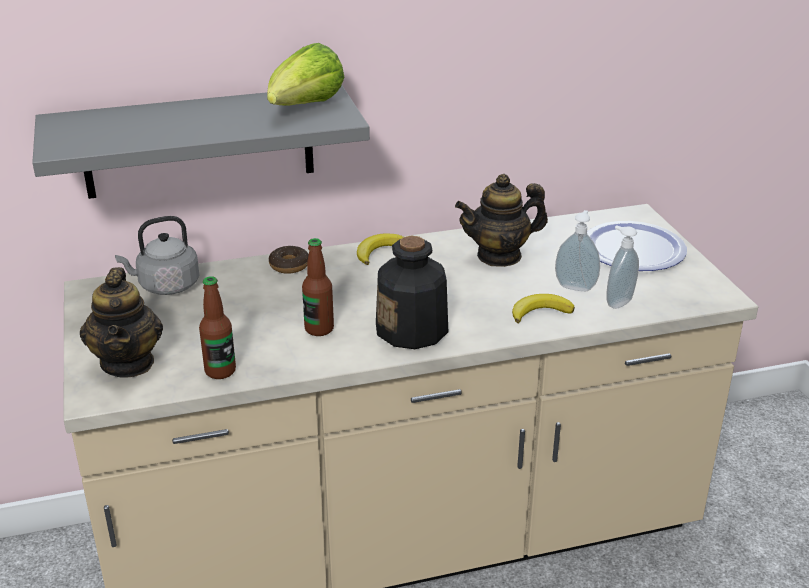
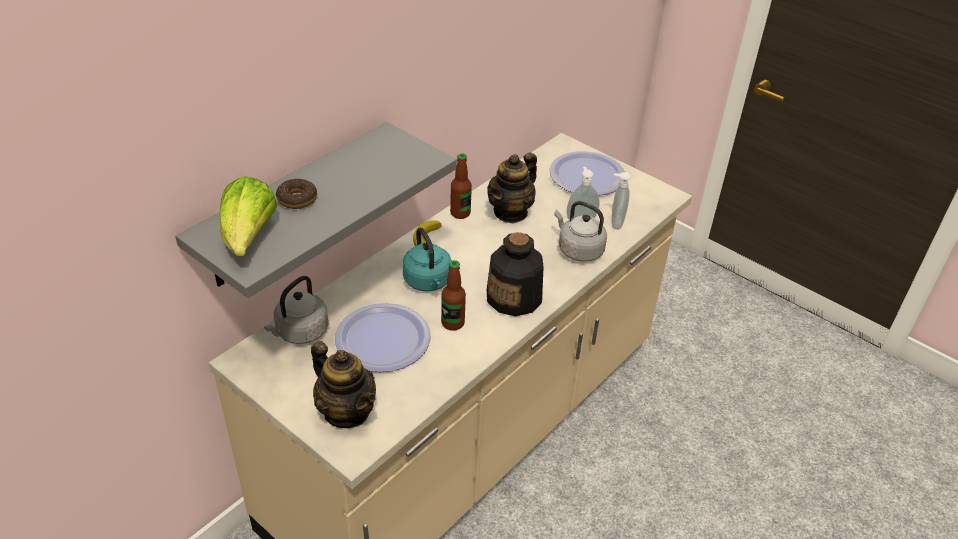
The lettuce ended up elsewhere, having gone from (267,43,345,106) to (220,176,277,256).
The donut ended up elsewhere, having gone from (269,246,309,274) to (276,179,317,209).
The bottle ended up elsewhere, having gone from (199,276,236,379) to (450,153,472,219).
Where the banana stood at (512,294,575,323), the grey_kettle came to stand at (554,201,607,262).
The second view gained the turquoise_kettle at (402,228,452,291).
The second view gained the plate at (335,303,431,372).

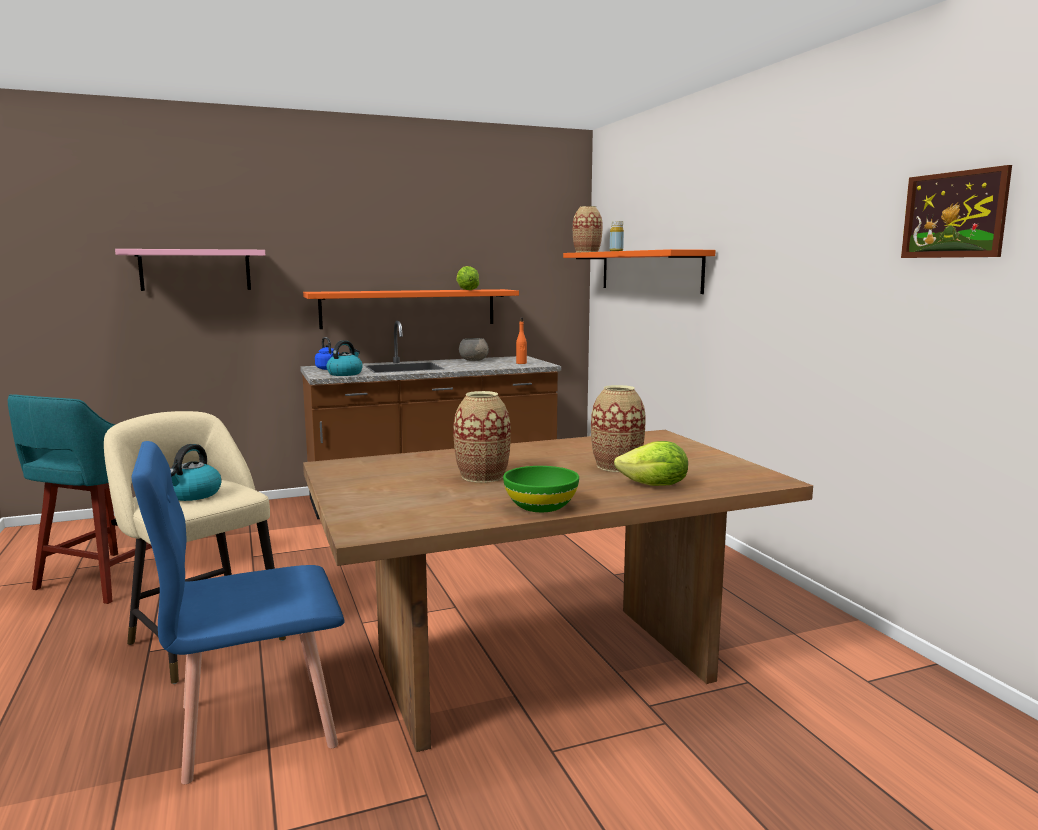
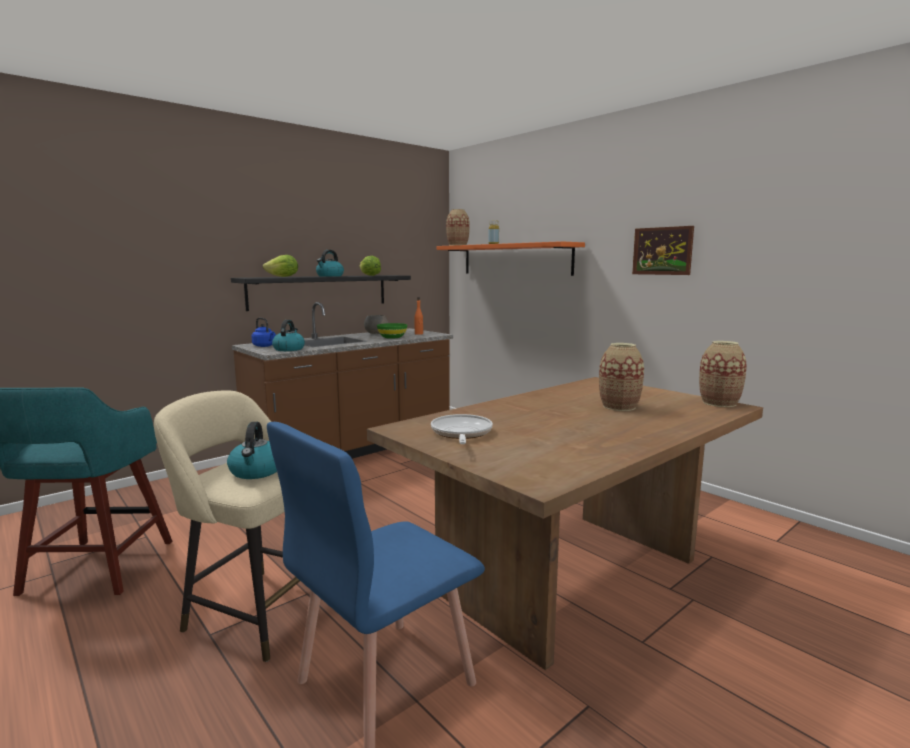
The picture ended up elsewhere, having gone from (901,165,1012,258) to (632,226,694,275).
The second view lost the pink_shelf at (115,249,265,291).
What was the orange_shelf at (303,289,519,329) turned into the black_shelf at (231,275,411,311).
The vase ended up elsewhere, having gone from (454,391,511,483) to (699,341,747,407).
The lettuce ended up elsewhere, having gone from (614,441,688,486) to (263,255,298,277).
The green_bowl ended up elsewhere, having gone from (503,466,579,512) to (377,323,407,339).
The second view gained the kettle at (316,250,344,277).
The second view gained the frying_pan at (431,414,493,444).

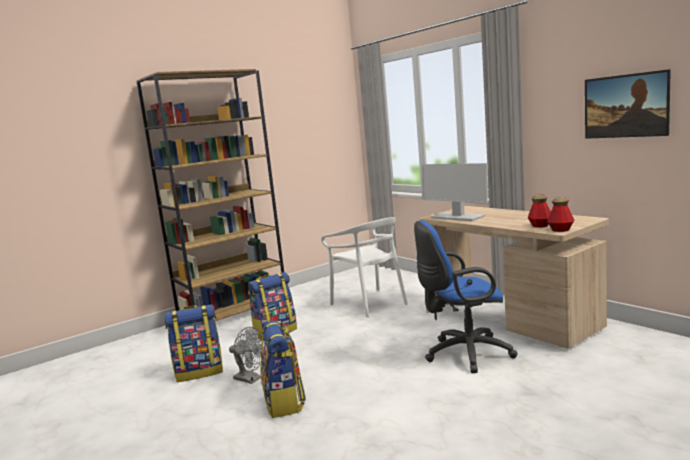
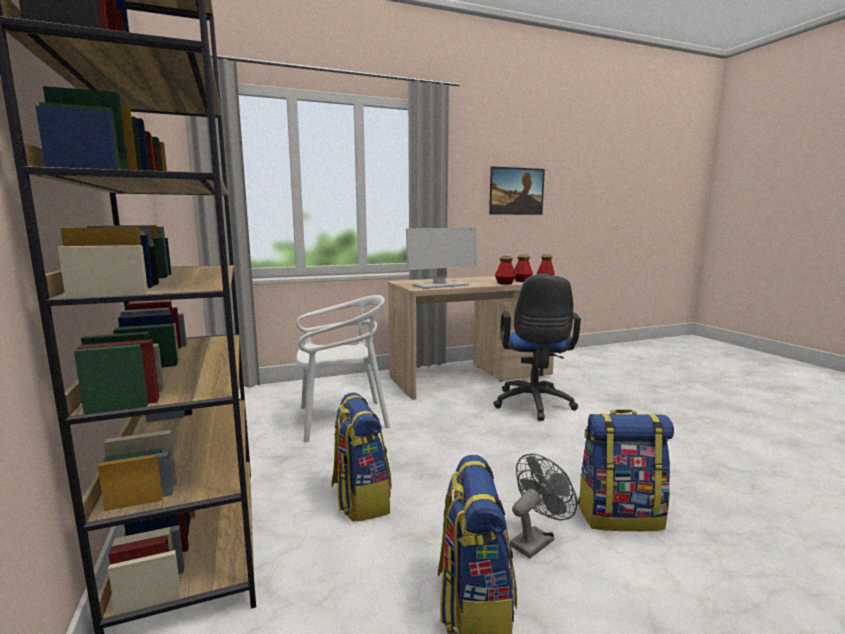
The second view gained the bottle at (495,256,516,285).

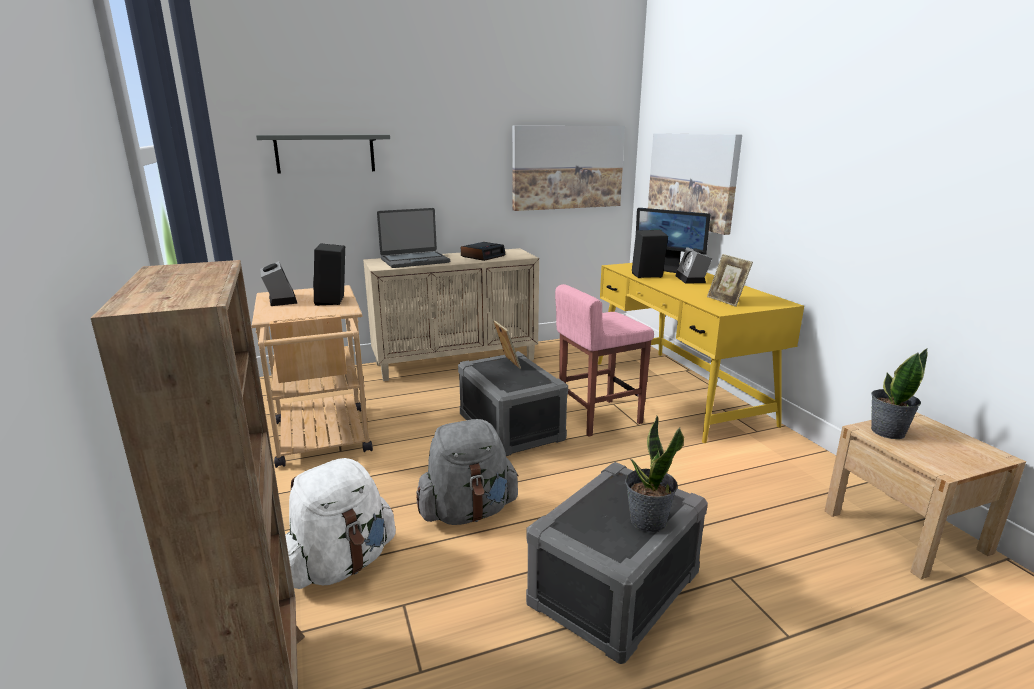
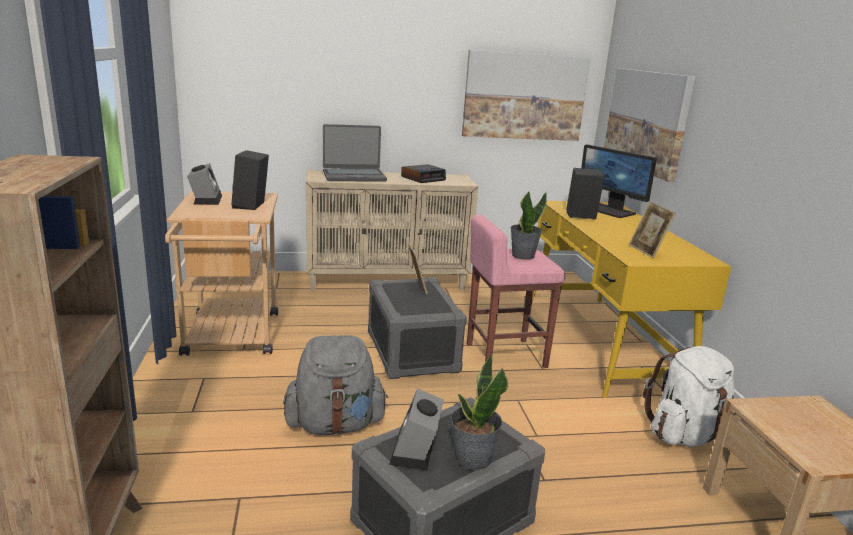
The second view lost the grey_shelf at (256,134,390,174).
The alarm_clock ended up elsewhere, having gone from (675,247,712,284) to (389,388,444,470).
The potted_plant ended up elsewhere, having gone from (871,349,928,439) to (510,192,547,260).
The white_backpack ended up elsewhere, having gone from (285,458,396,589) to (643,346,735,447).

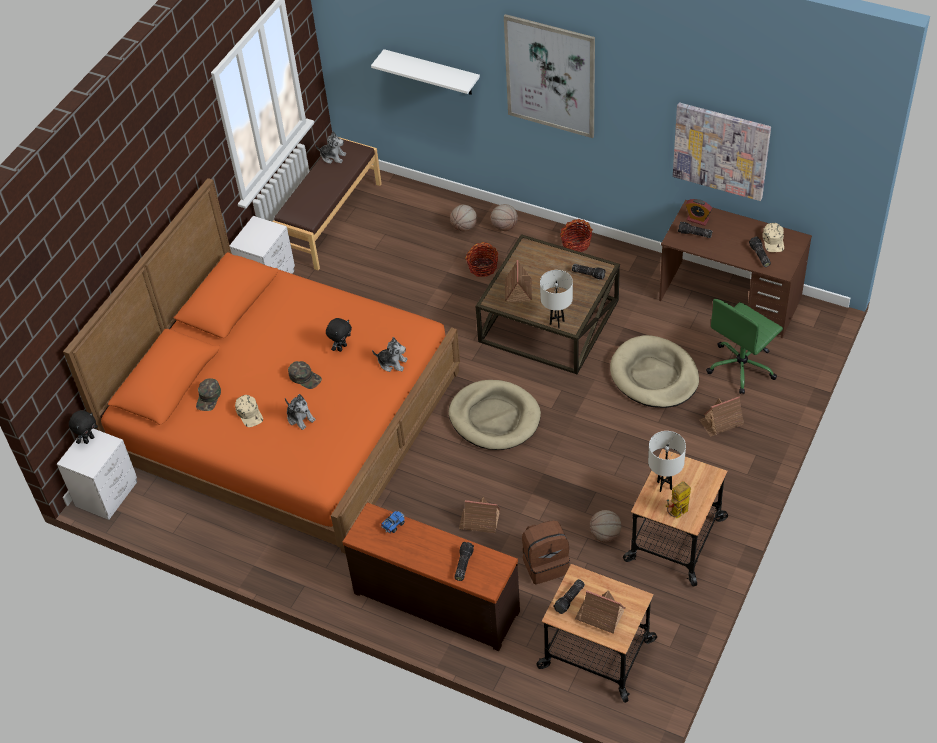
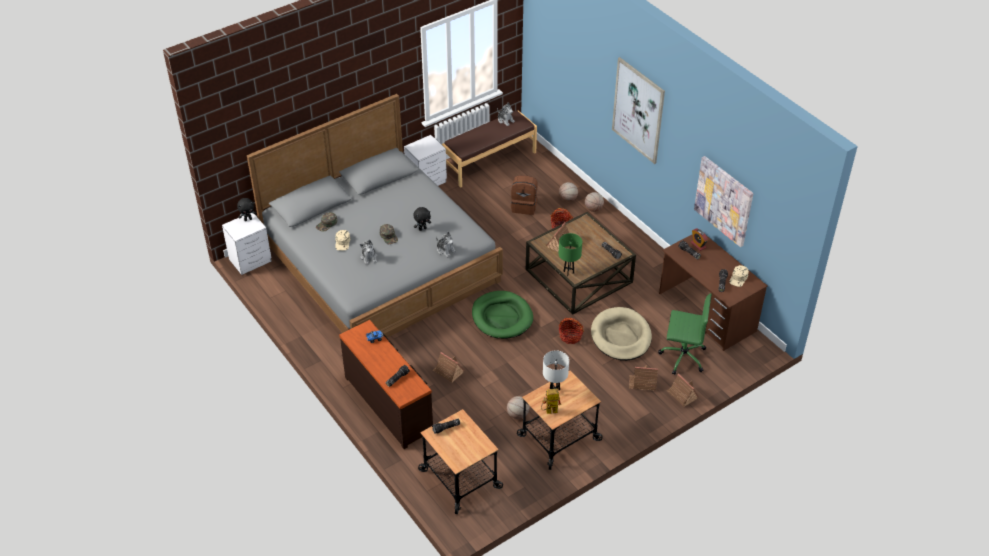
The second view lost the white_shelf at (371,49,480,95).
What was the orange_bed at (63,178,460,554) turned into the grey_bed at (247,94,503,338).
The basket ended up elsewhere, having gone from (560,219,593,252) to (559,318,584,344).
What was the white_table_lamp at (540,270,573,328) turned into the green_table_lamp at (559,233,582,276).
The green_office_chair at (706,299,783,394) ended up facing another way, 150 degrees counterclockwise from before.
What was the beige_dog_bed at (449,380,541,450) turned into the green_dog_bed at (472,291,533,339).
The brown_backpack ended up elsewhere, having gone from (522,521,570,584) to (511,175,538,215).
The toy_house ended up elsewhere, having gone from (575,590,625,634) to (666,374,699,407).

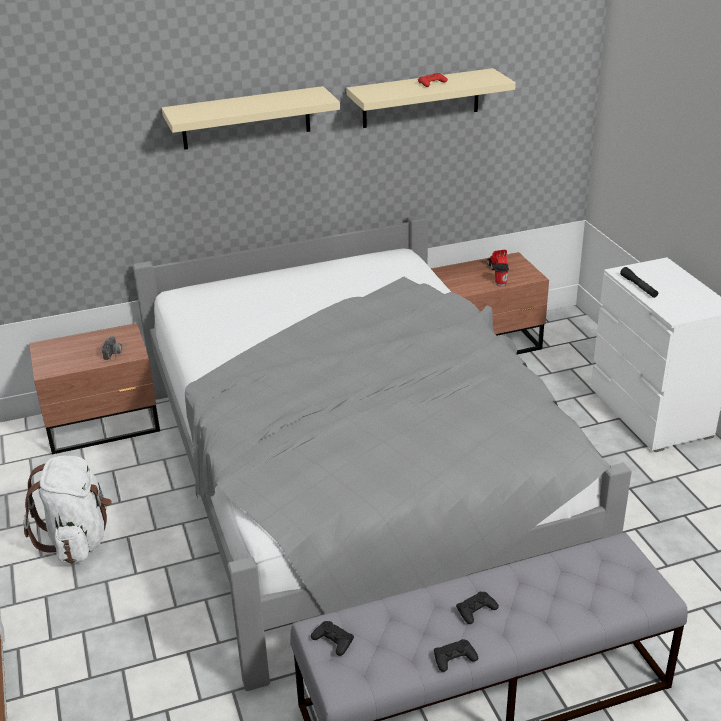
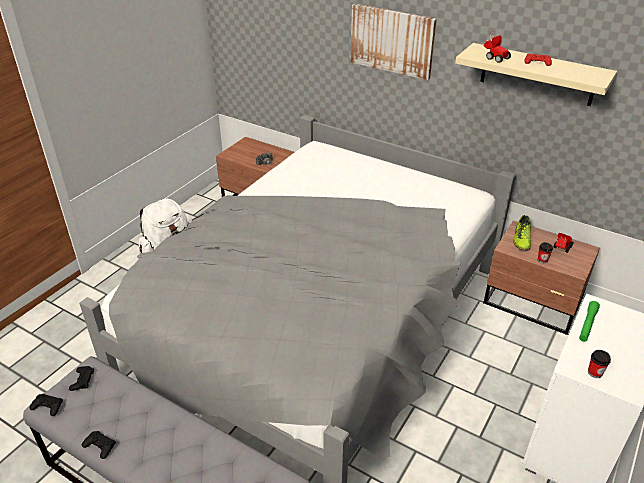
Where the beige_shelf hung at (162,86,340,150), the picture came to hang at (350,4,437,80).
What was the black_flashlight at (620,267,658,298) turned into the green_flashlight at (579,301,600,342).
The black_game_controller ended up elsewhere, having gone from (456,592,499,624) to (29,393,63,416).
The second view gained the toy_car at (484,34,511,63).
The second view gained the shoe at (513,215,531,250).
The second view gained the cup at (588,350,611,378).

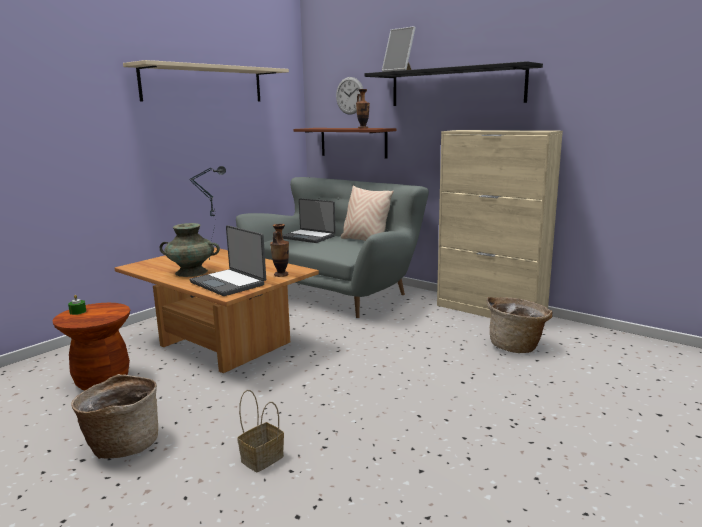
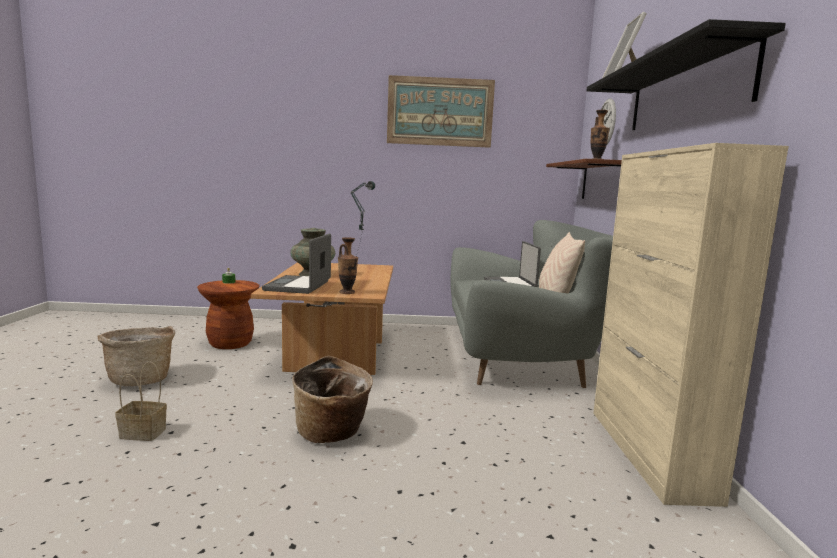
Where the beige_shelf hung at (123,60,289,102), the picture came to hang at (387,75,495,148).
The basket ended up elsewhere, having gone from (486,297,552,353) to (292,356,373,443).

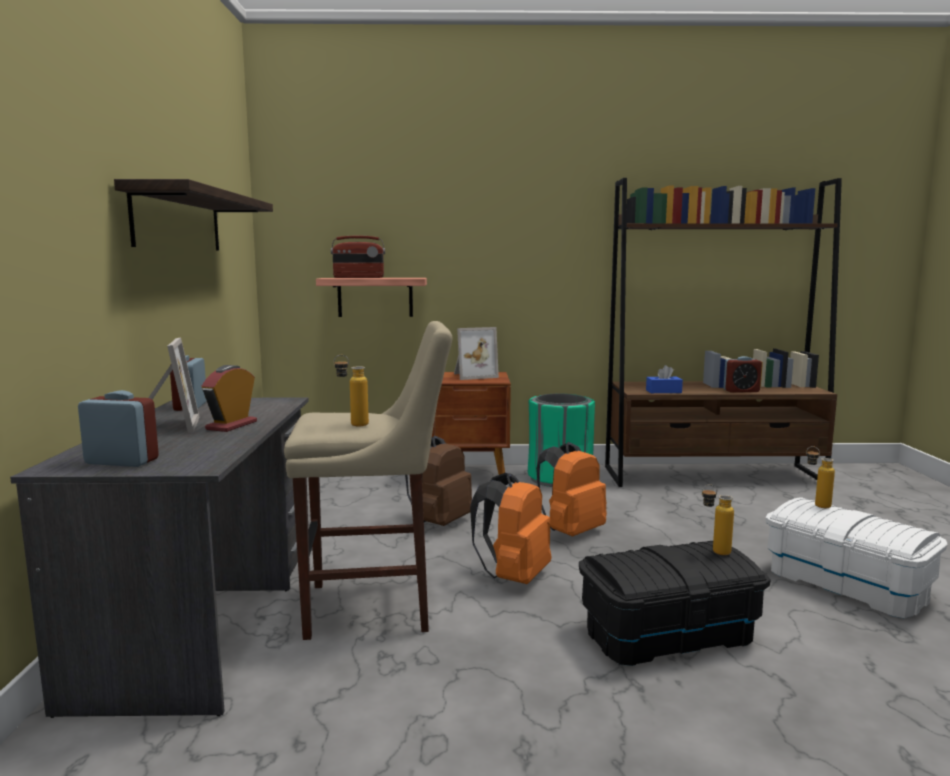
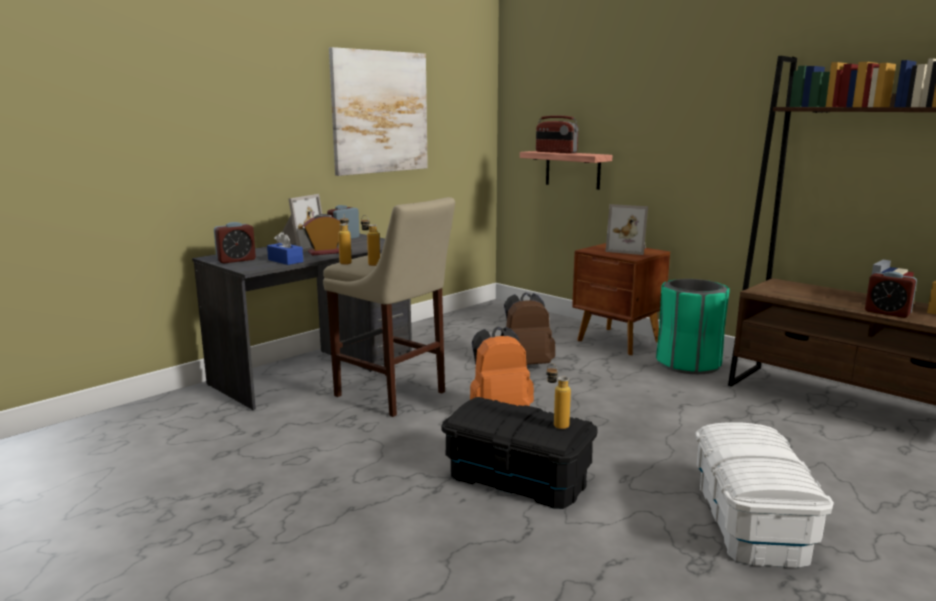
Where the shelf hung at (114,179,273,251), the picture came to hang at (329,47,428,176).
The blue_tissue_box ended up elsewhere, having gone from (646,365,683,393) to (267,232,303,265).
The alarm_clock at (78,390,159,467) ended up facing another way, 90 degrees clockwise from before.
The second view lost the orange_backpack at (536,442,607,536).
The bottle ended up elsewhere, having gone from (806,446,835,508) to (338,215,352,265).

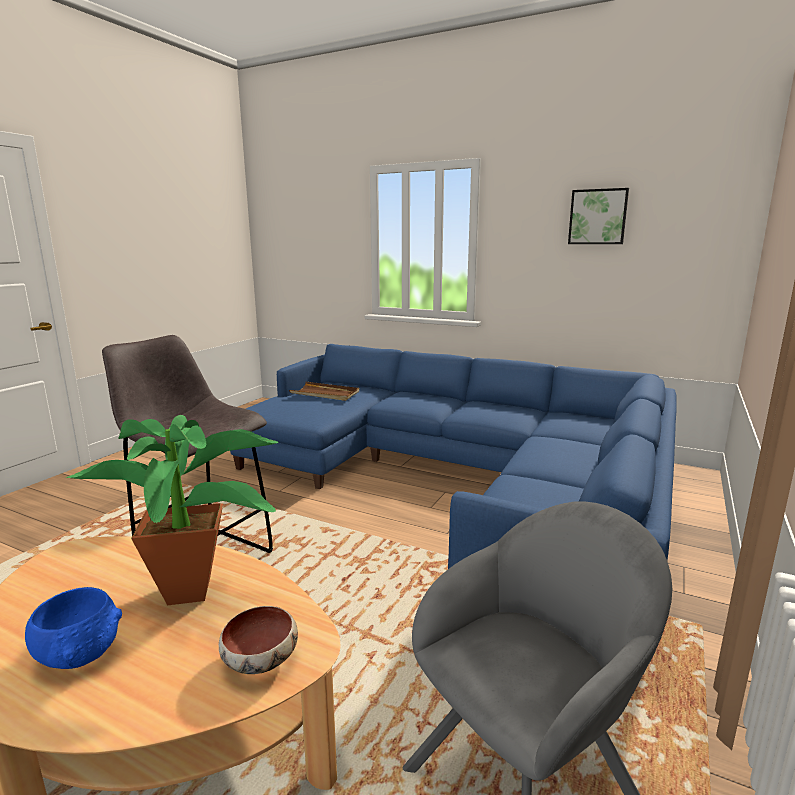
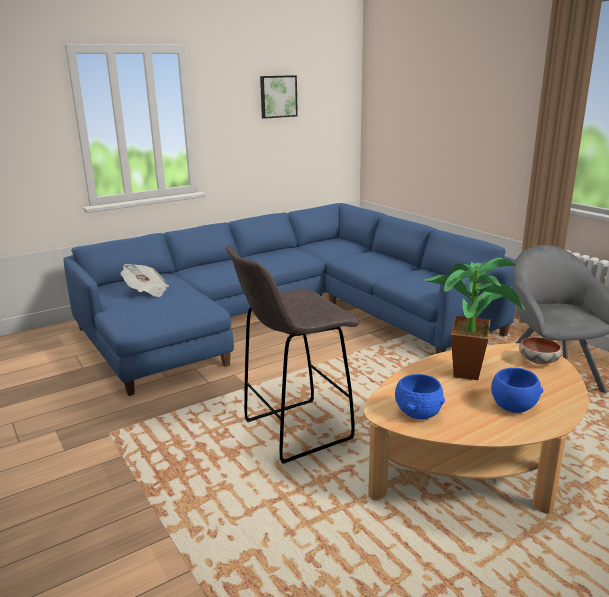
Where the brown_tray stood at (289,382,359,401), the newspaper came to stand at (121,264,169,297).
The second view gained the blue_bowl at (395,374,445,419).

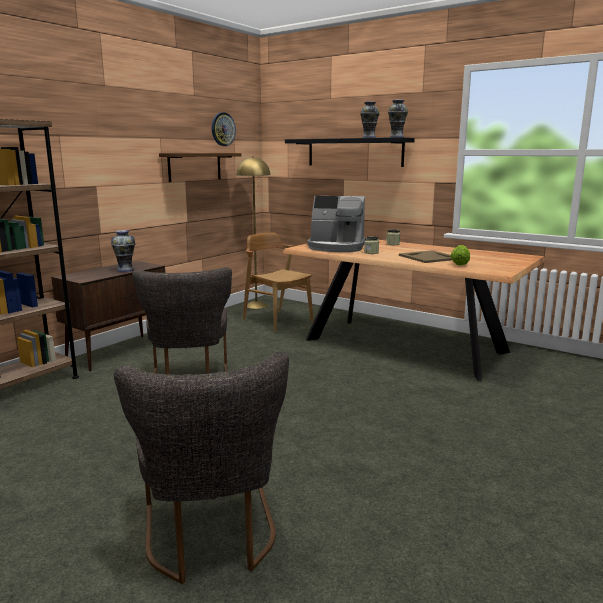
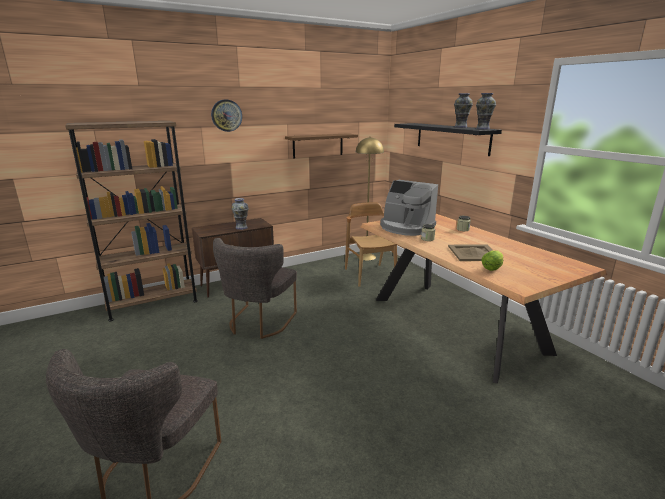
The wall_clock ended up elsewhere, having gone from (212,112,236,146) to (211,100,242,132).

